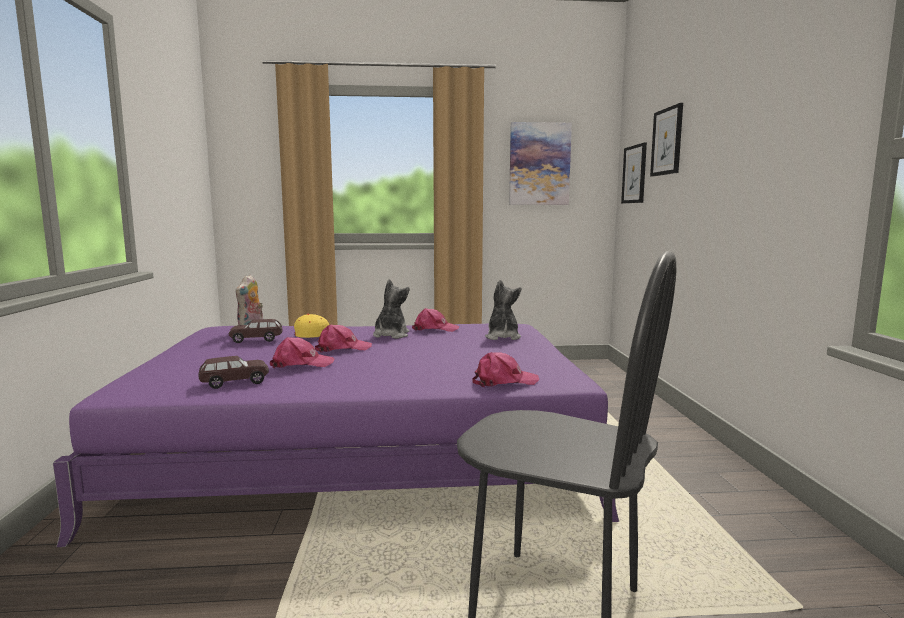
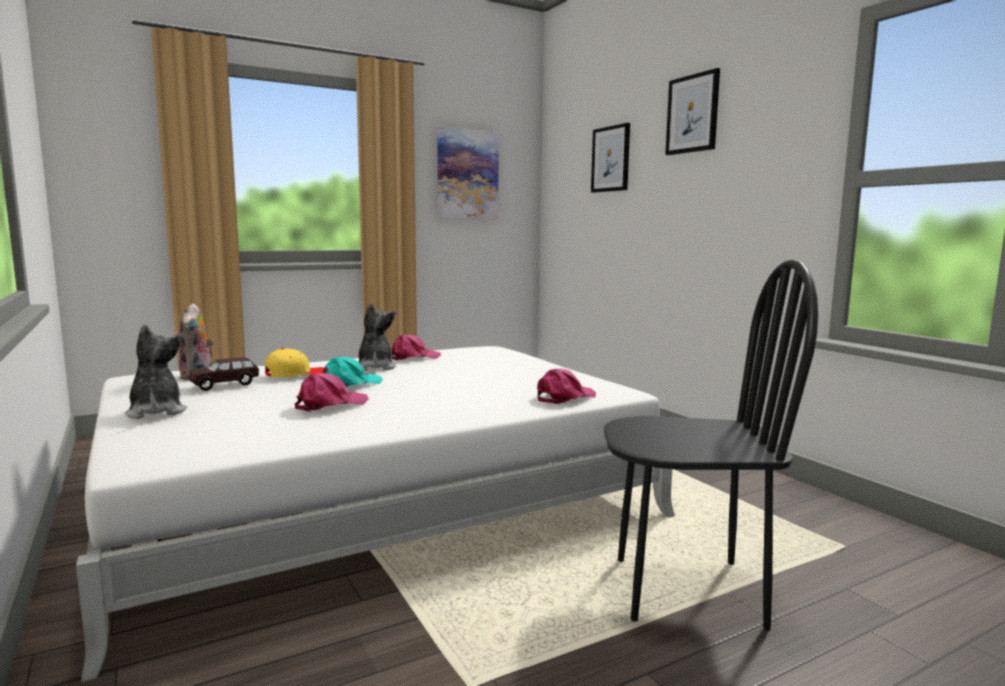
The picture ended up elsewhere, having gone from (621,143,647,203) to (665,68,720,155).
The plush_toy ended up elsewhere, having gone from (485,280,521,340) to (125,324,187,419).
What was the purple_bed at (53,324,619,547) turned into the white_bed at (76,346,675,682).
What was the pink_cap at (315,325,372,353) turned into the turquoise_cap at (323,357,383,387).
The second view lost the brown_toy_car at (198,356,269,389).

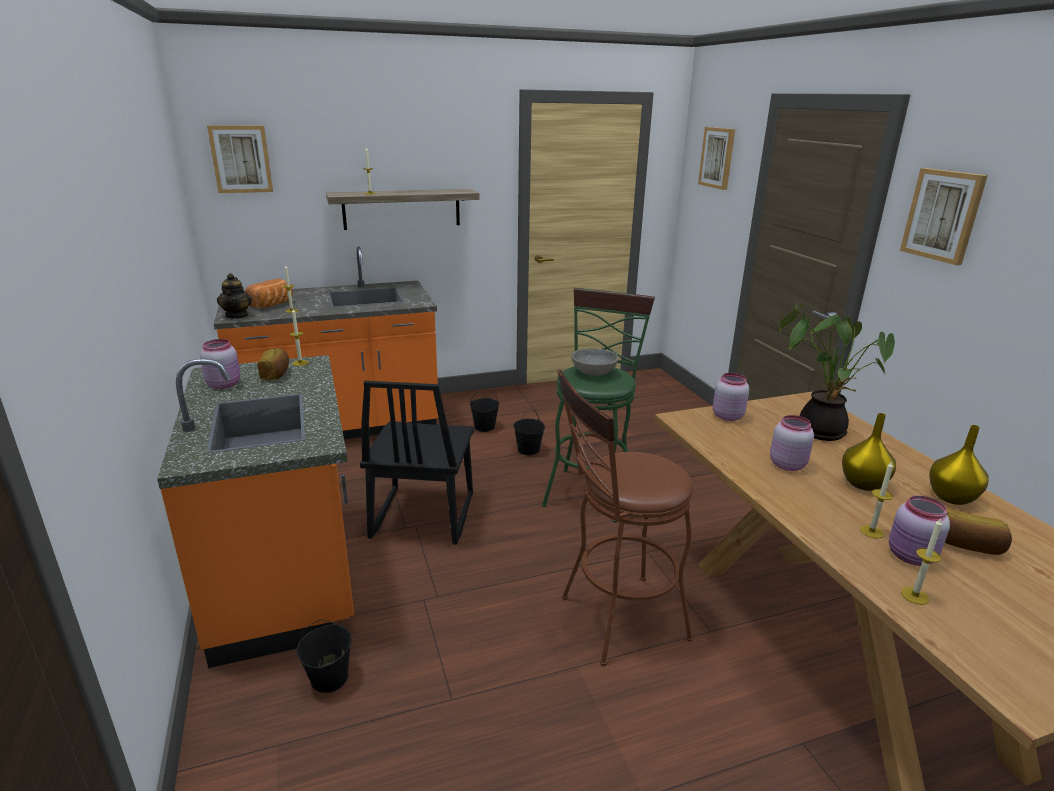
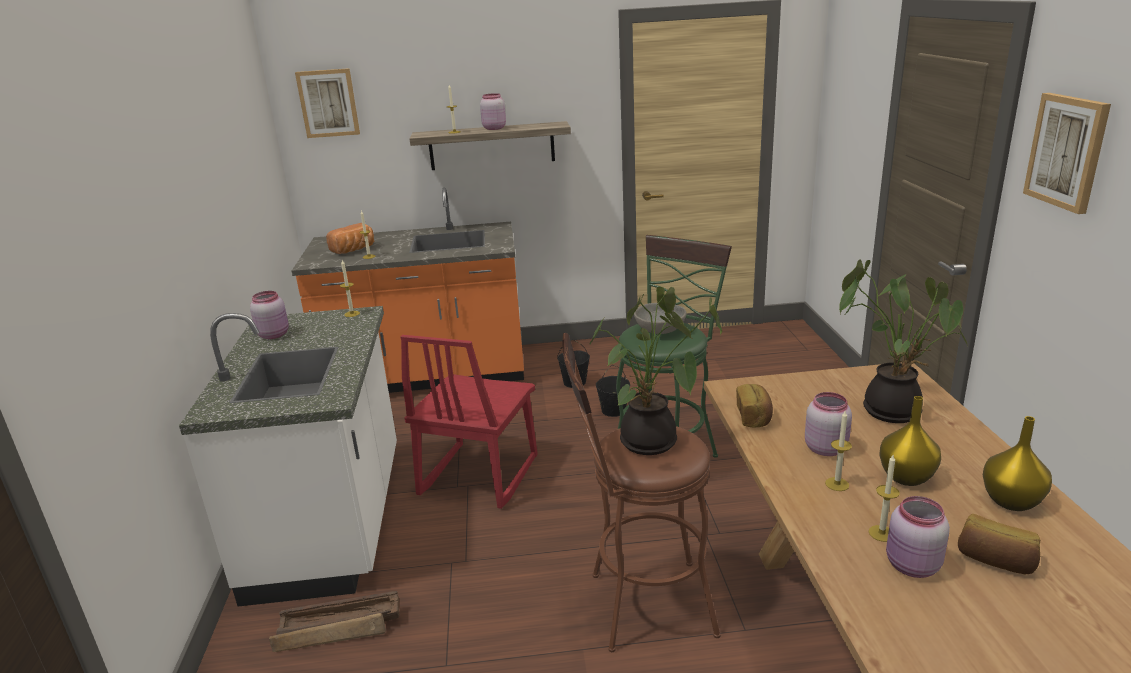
The second view lost the picture at (698,127,735,190).
The second view lost the teapot at (217,273,252,319).
The bread ended up elsewhere, having gone from (257,348,289,380) to (736,384,773,428).
What was the orange_counter at (157,355,354,668) turned into the white_counter at (179,306,397,607).
The pink_jar ended up elsewhere, having gone from (713,373,749,421) to (480,93,506,130).
What was the black_chair at (360,381,474,545) turned into the red_chair at (400,335,538,509).
The candle ended up elsewhere, having gone from (901,518,942,605) to (825,411,852,491).
Where the black_bucket stood at (296,619,352,693), the crate came to stand at (269,591,400,652).
The second view gained the potted_plant at (589,287,722,455).

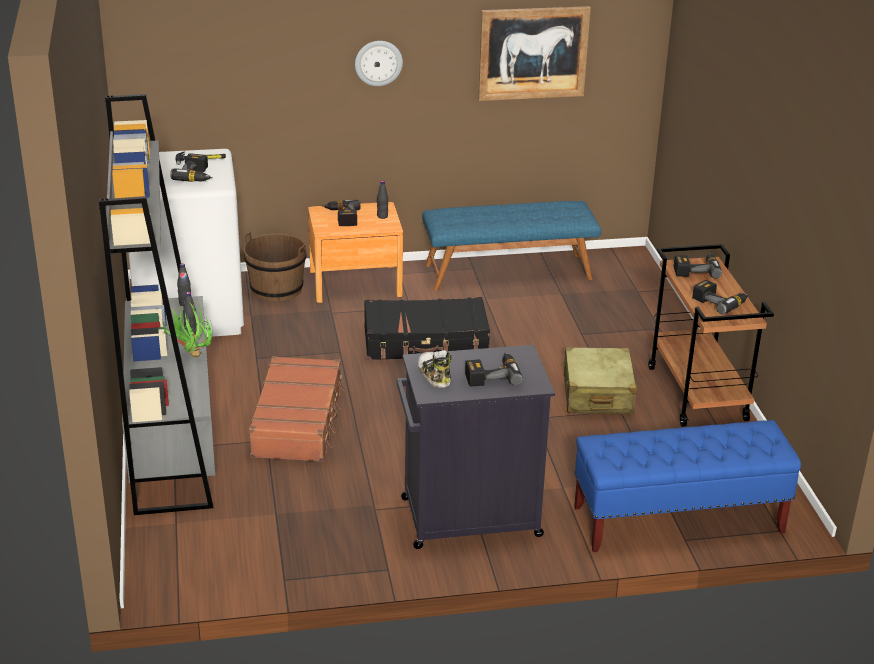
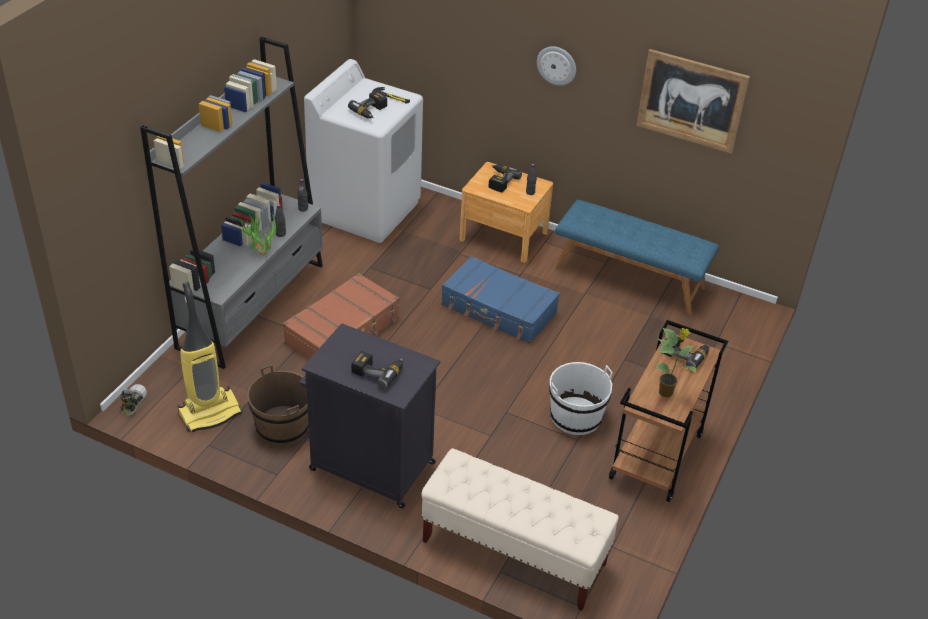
The brown_bucket ended up elsewhere, having gone from (244,232,307,302) to (247,365,309,446).
Where the power_drill stood at (692,280,748,314), the potted_plant came to stand at (655,328,697,397).
What was the black_suitcase at (364,297,490,360) turned into the blue_suitcase at (441,256,560,344).
Where the beige_suitcase stood at (562,347,637,415), the white_bucket came to stand at (549,362,613,435).
The shoe ended up elsewhere, having gone from (418,350,451,387) to (120,384,147,416).
What was the blue_bench at (574,420,801,552) turned into the beige_bench at (421,448,619,611).
The second view gained the vacuum_cleaner at (177,282,243,432).

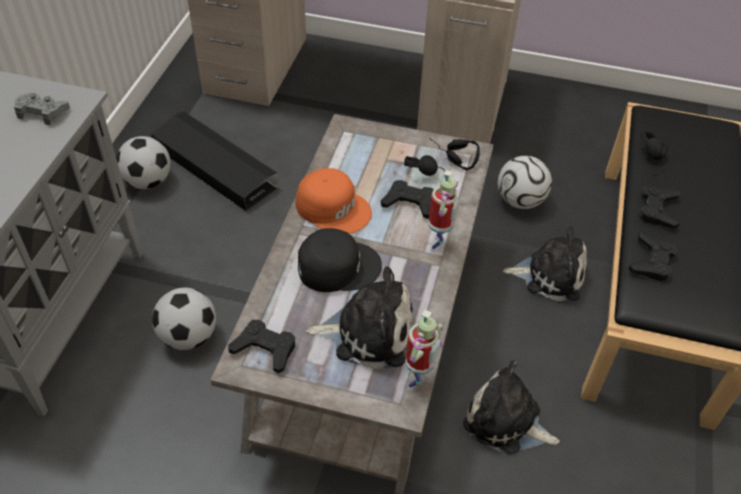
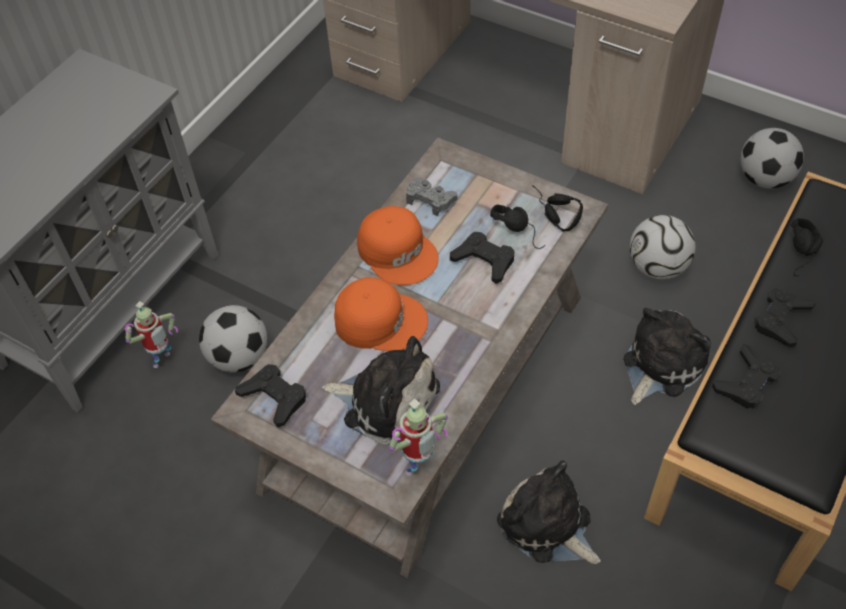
The grey_game_controller ended up elsewhere, having gone from (14,93,70,125) to (406,177,457,216).
The second view lost the black_storage_box at (151,111,279,211).
The football ended up elsewhere, having gone from (116,136,171,189) to (740,128,804,189).
The toy_robot ended up elsewhere, having gone from (429,170,459,253) to (125,301,178,368).
The plush_toy at (503,226,587,301) ended up facing another way, 75 degrees counterclockwise from before.
What was the black_cap at (298,228,382,292) turned into the orange_cap at (334,277,428,351).

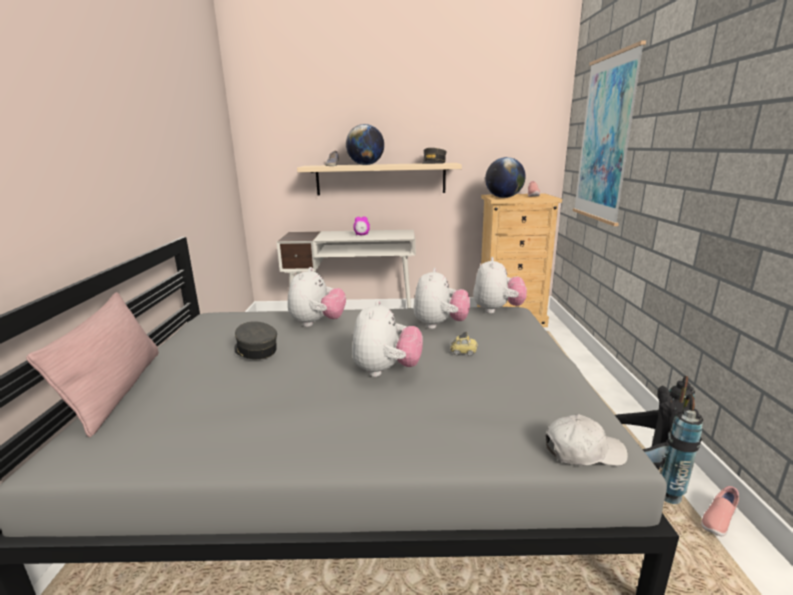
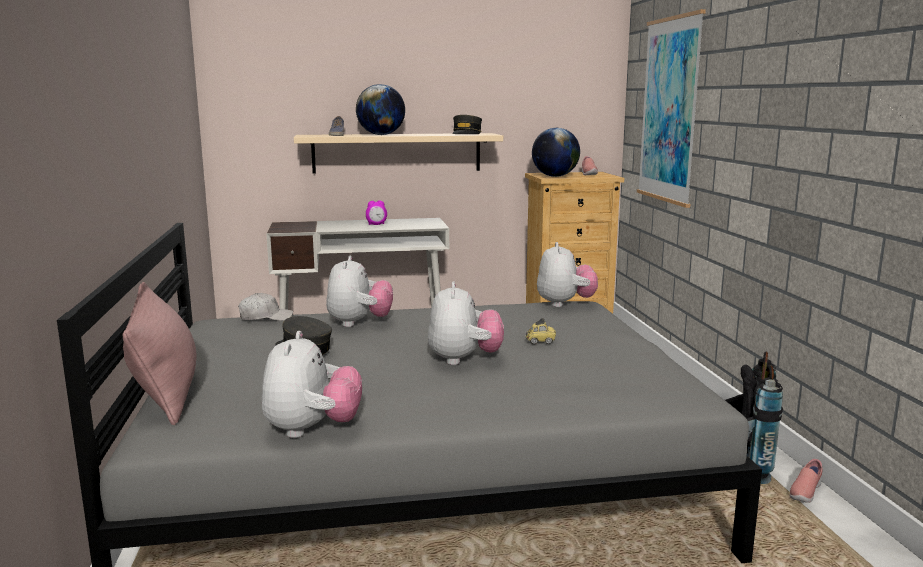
The plush_toy ended up elsewhere, having gone from (414,268,470,329) to (262,331,362,438).
The white_cap ended up elsewhere, having gone from (545,414,628,466) to (238,293,293,321).

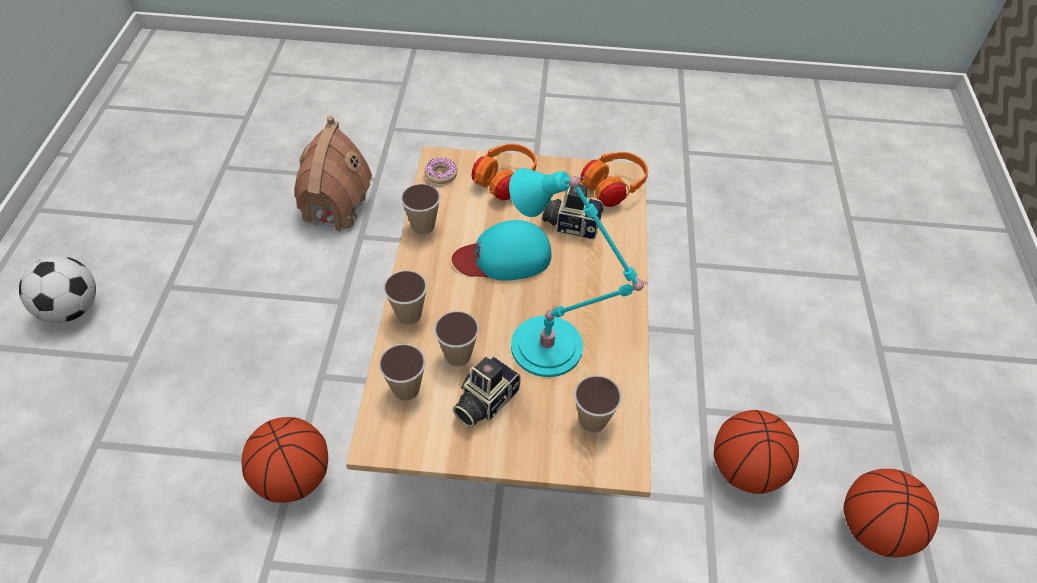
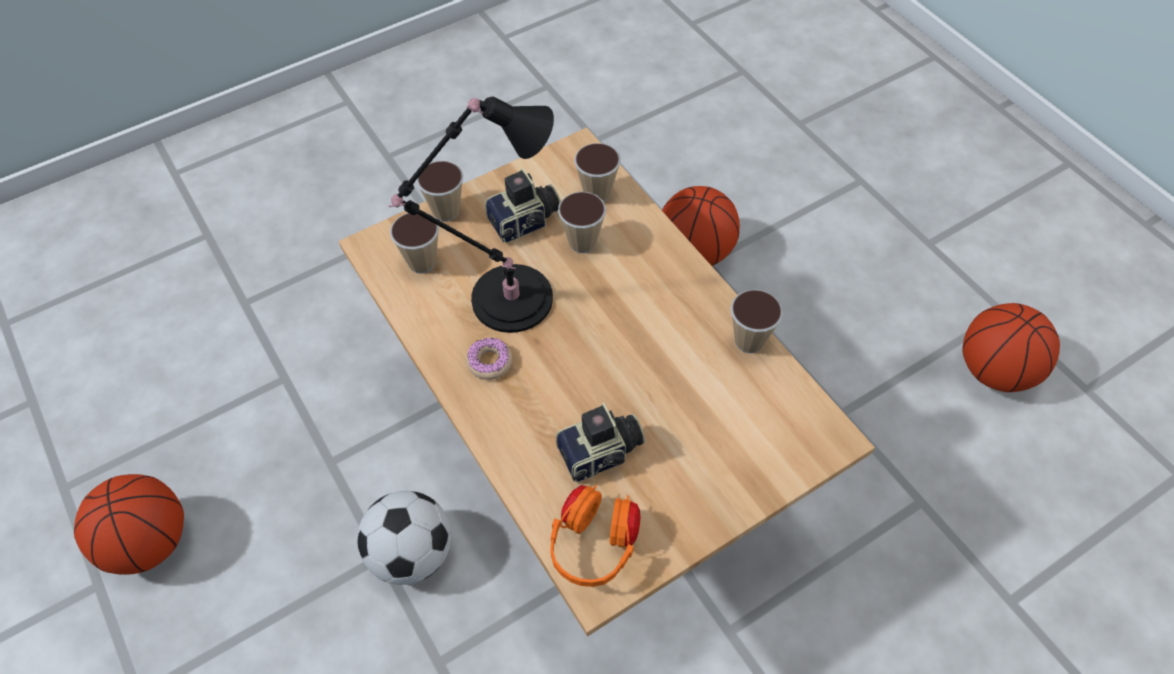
The second view lost the toy_house at (295,116,372,232).
The second view lost the orange_headphones at (471,144,537,201).
The donut ended up elsewhere, having gone from (424,158,457,184) to (466,338,513,380).
What was the turquoise_table_lamp at (509,168,648,377) turned into the black_table_lamp at (389,97,554,333).
The second view lost the turquoise_cap at (452,220,552,281).
The football ended up elsewhere, having gone from (19,256,96,323) to (357,491,451,585).
The cup ended up elsewhere, having gone from (384,271,427,325) to (416,161,463,222).
The photo_camera at (453,357,520,427) ended up facing another way, 60 degrees clockwise from before.
The basketball ended up elsewhere, having gone from (714,410,799,494) to (963,303,1060,392).

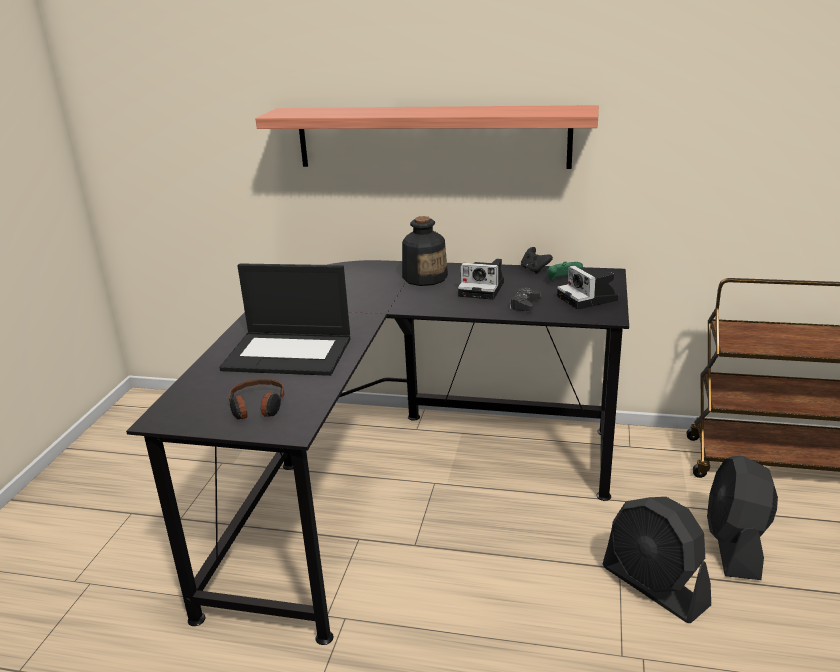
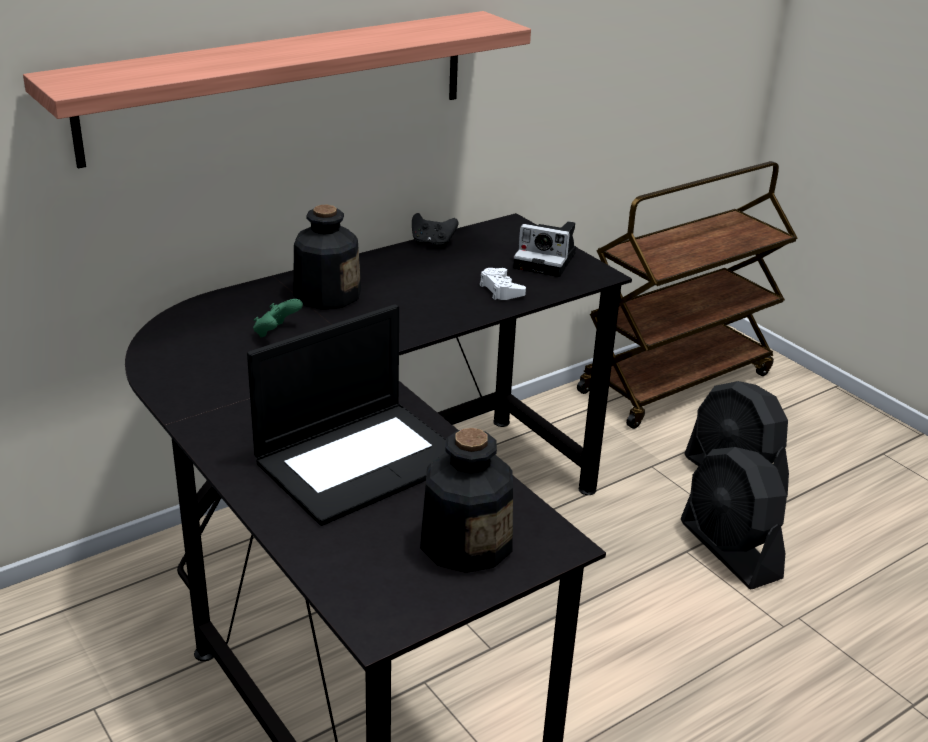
The second view lost the photo_camera at (458,259,504,300).
The green_game_controller ended up elsewhere, having gone from (547,261,583,280) to (253,299,303,338).
What was the black_game_controller at (510,288,541,311) turned into the white_game_controller at (479,268,526,300).
Where the headphones stood at (229,379,284,419), the bottle came to stand at (420,428,513,573).
The black_fan at (603,497,711,623) ended up facing another way, 60 degrees clockwise from before.

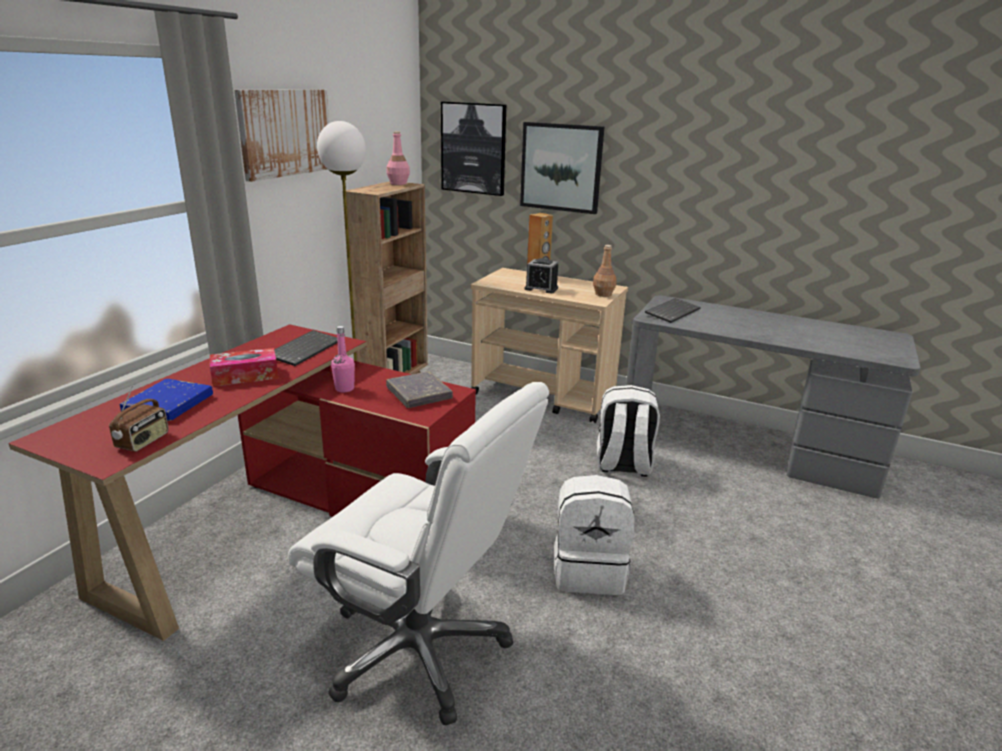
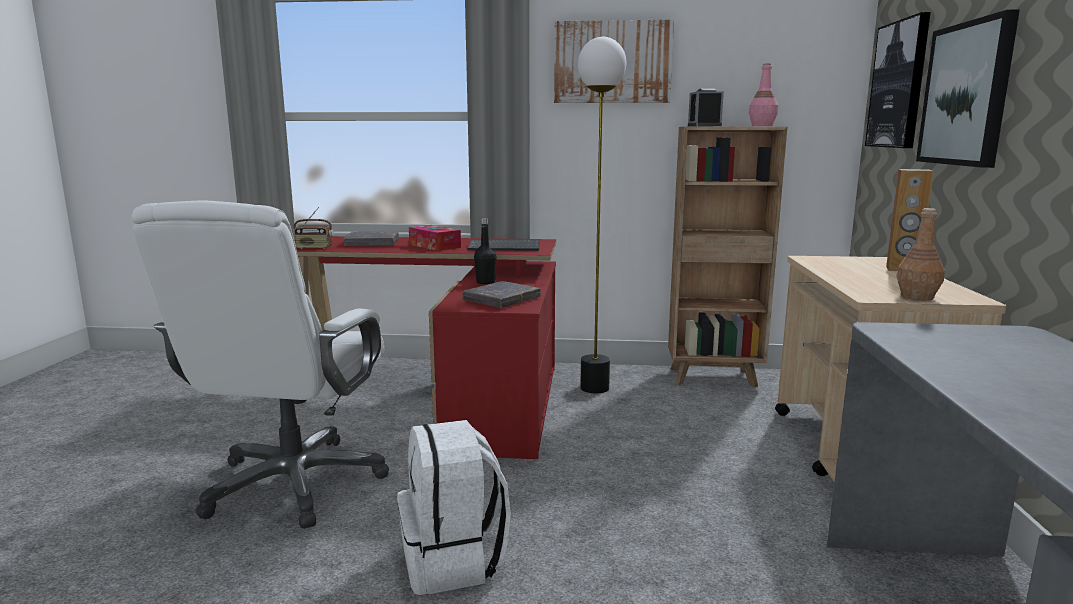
The alarm_clock ended up elsewhere, having gone from (524,258,558,293) to (688,88,724,126).
The second view lost the keyboard at (645,298,701,323).
What was the pink_bottle at (331,326,355,392) turned into the black_bottle at (474,218,497,284).
What was the blue_book at (120,379,213,421) turned into the grey_book at (343,231,399,246).
The second view lost the white_backpack at (597,385,660,477).

